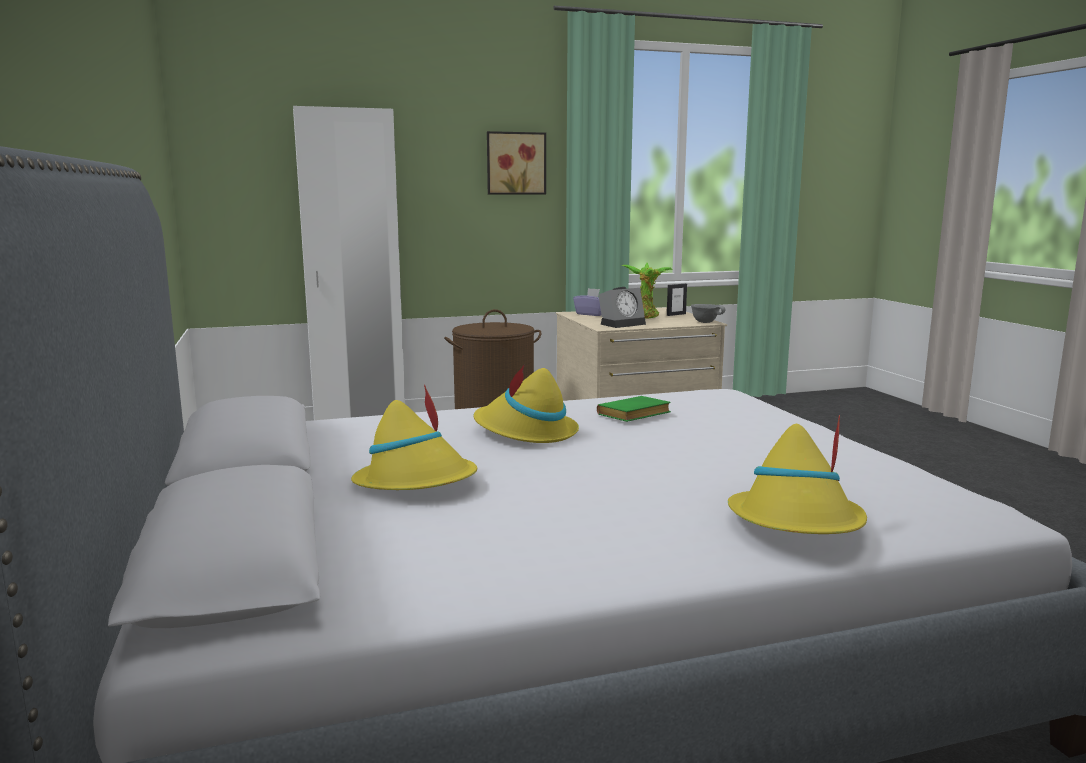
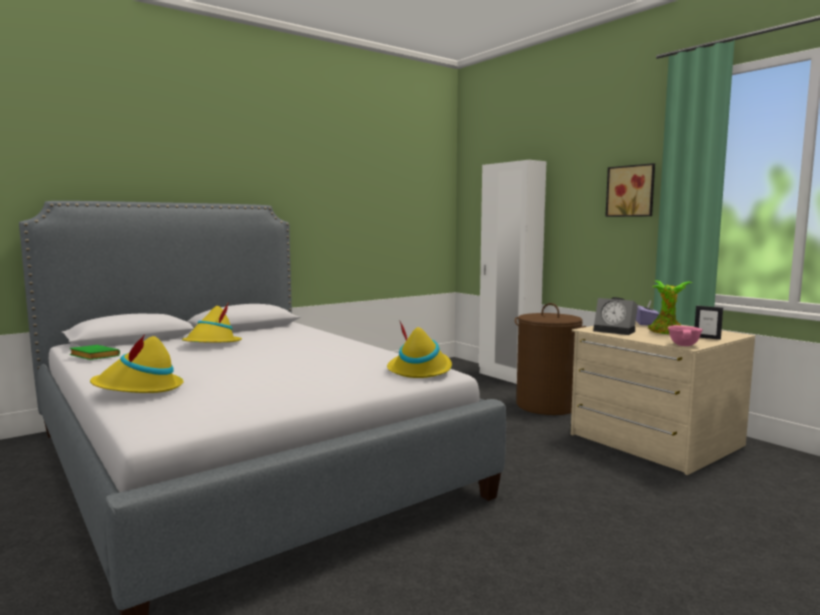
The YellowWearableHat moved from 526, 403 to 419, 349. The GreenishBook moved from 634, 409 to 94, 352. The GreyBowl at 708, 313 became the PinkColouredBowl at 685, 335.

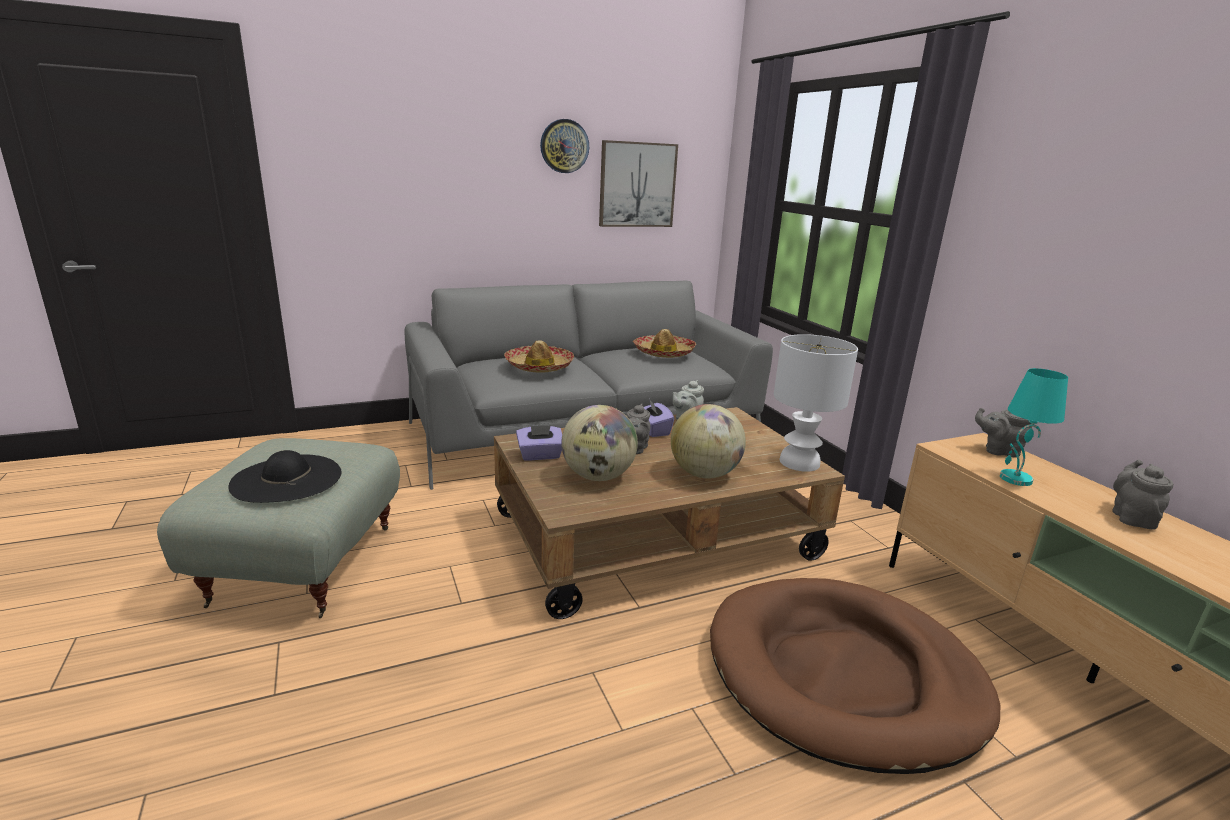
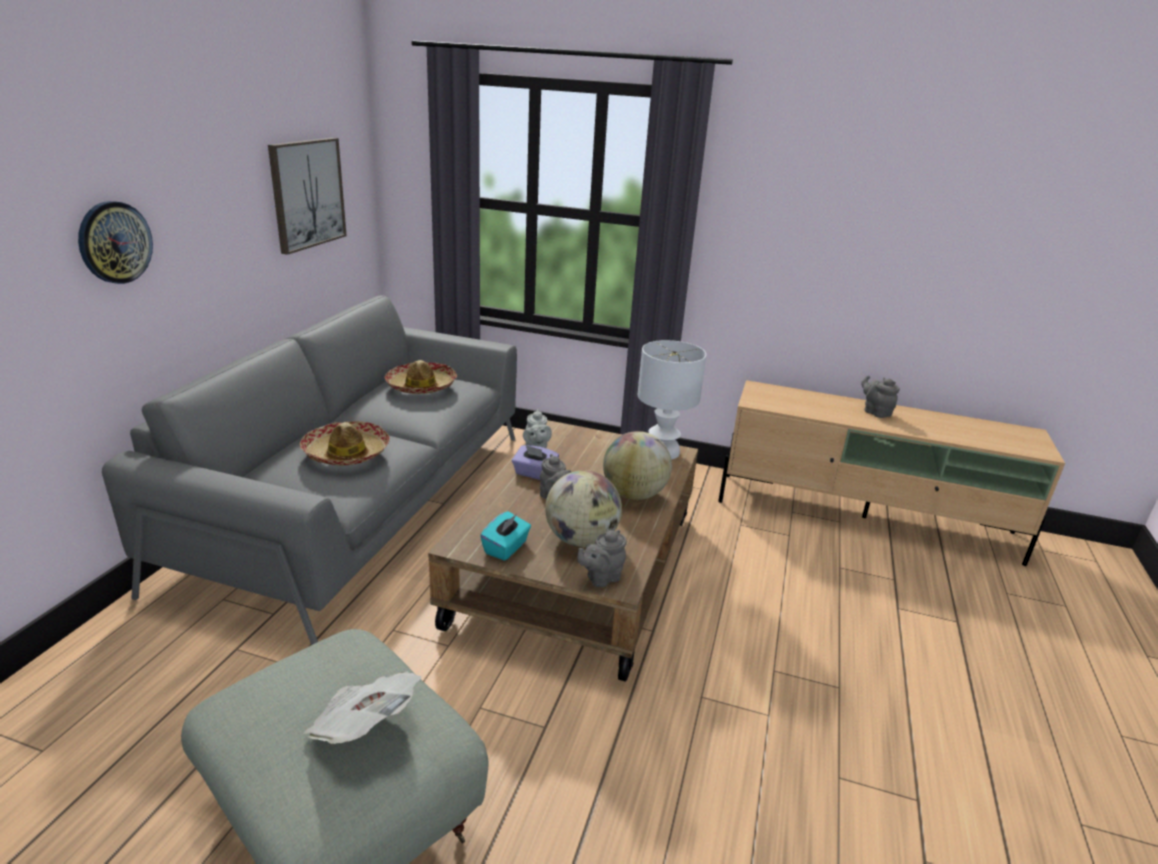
The BlackColouredWearableHat at 285, 476 was replaced by the Newspaper at 362, 707. The PurpleColouredTissueBox at 539, 443 became the BlueGreenTissueBox at 505, 536. The HangingClock moved from 564, 146 to 115, 242. The BrownColouredDogBed at 855, 676 disappeared. The GreyTeaPot moved from 1004, 433 to 602, 558. The BlueGreenLampForATable at 1034, 427 disappeared.

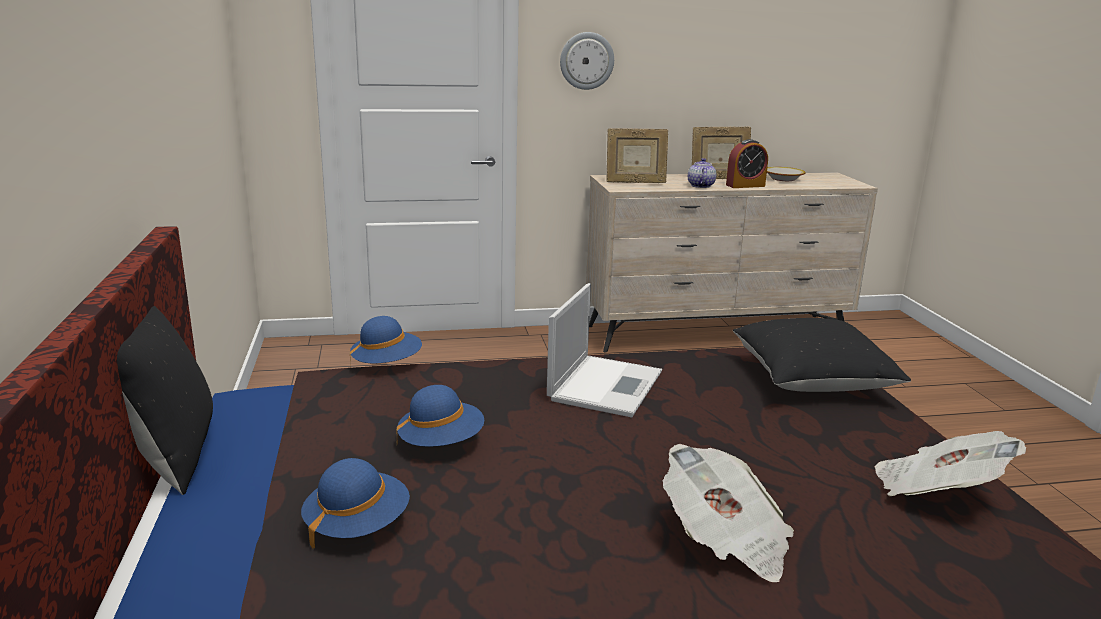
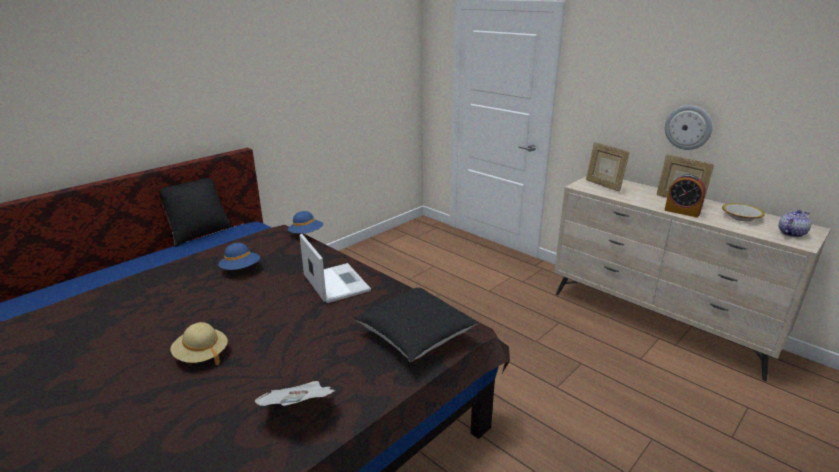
The BlueColouredWearableHat at 355, 504 disappeared. The PortableComputer at 604, 350 turned 105 degrees counterclockwise. The HangingClock moved from 587, 61 to 689, 127. The Newspaper at 728, 513 was replaced by the BeigeWearableHat at 199, 343. The TeaPot moved from 702, 173 to 794, 223.

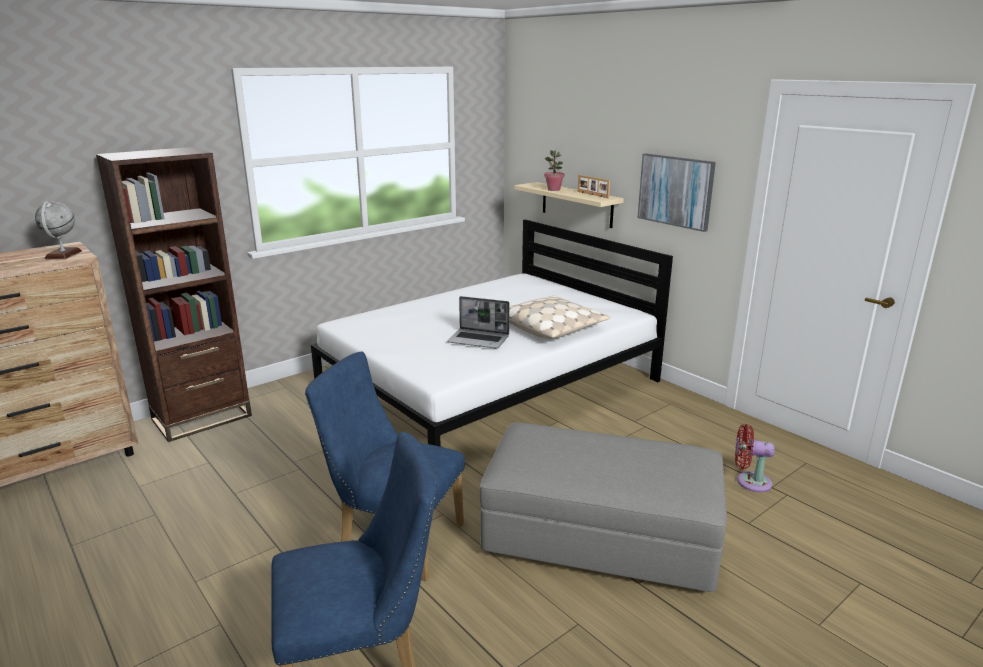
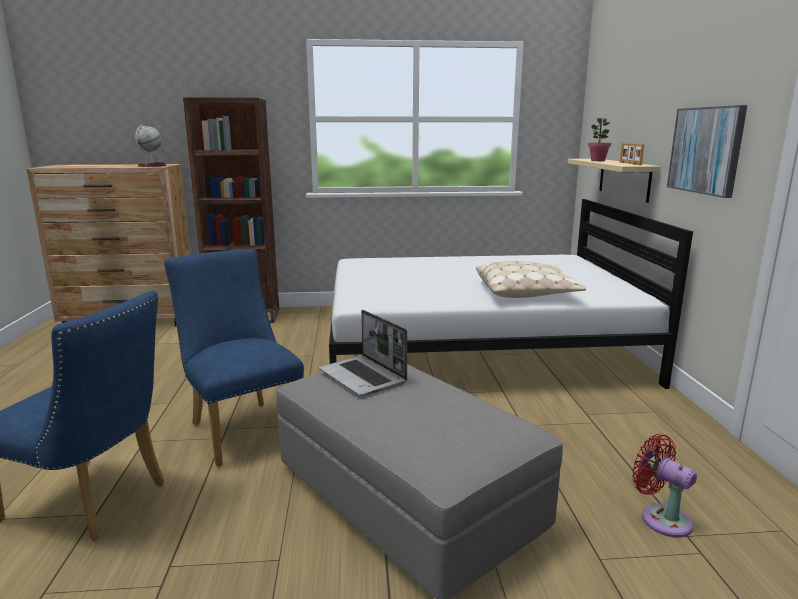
The PortableComputer moved from 478, 322 to 363, 353.

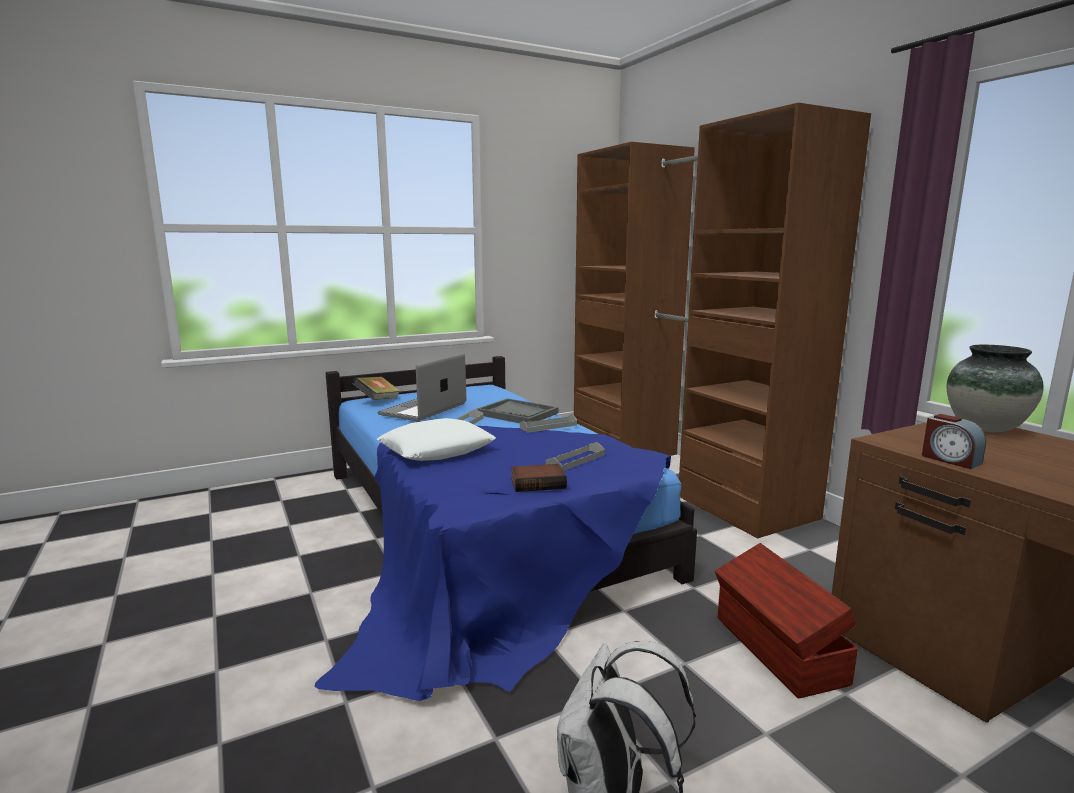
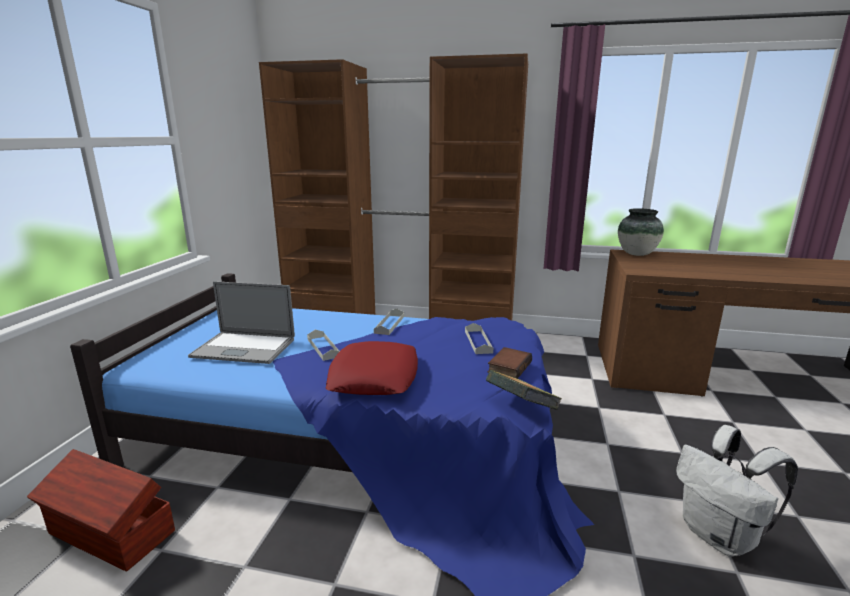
The Book moved from 376, 388 to 524, 390. The WhiteCushion at 436, 439 became the RedColouredCushion at 372, 368. The PortableComputer at 422, 387 turned 60 degrees counterclockwise. The GreyServingTray at 517, 410 disappeared. The BrownColouredStorageBox moved from 786, 621 to 101, 510. The TableClock at 954, 441 disappeared.

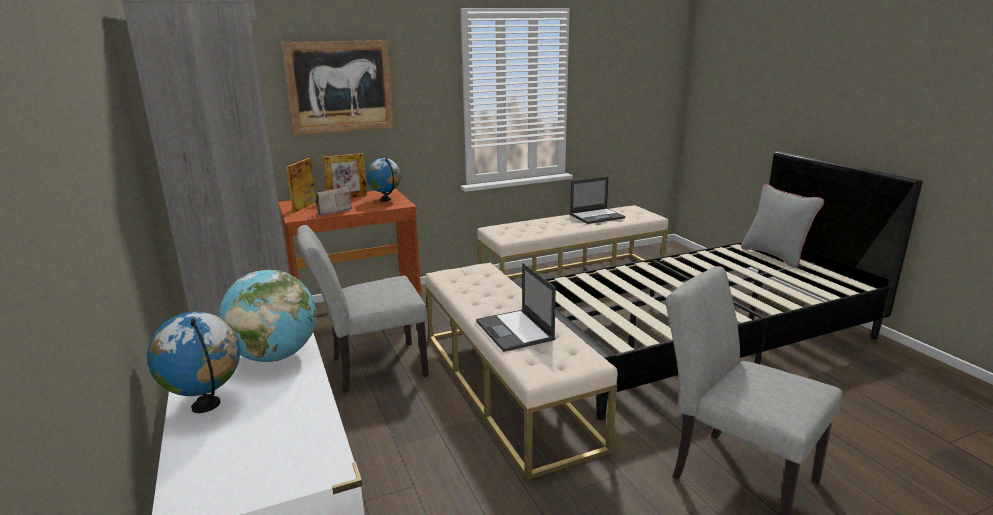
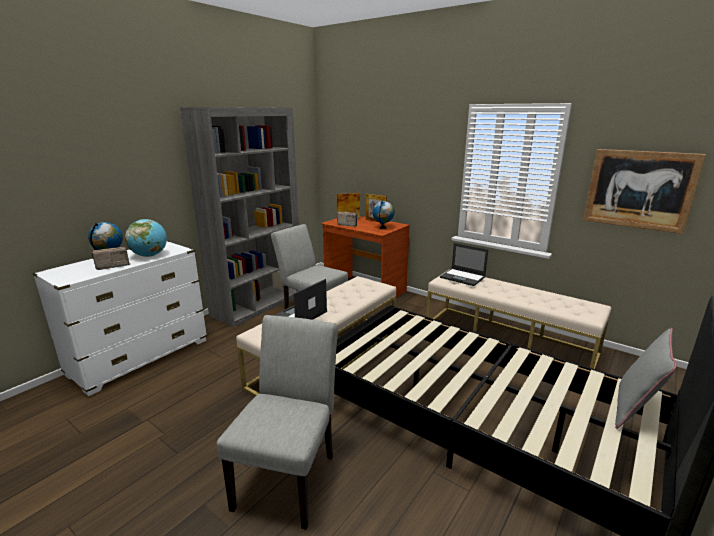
The WallArt moved from 338, 87 to 644, 191. The PortableComputer moved from 597, 200 to 464, 264. The Radio at 111, 258 appeared.

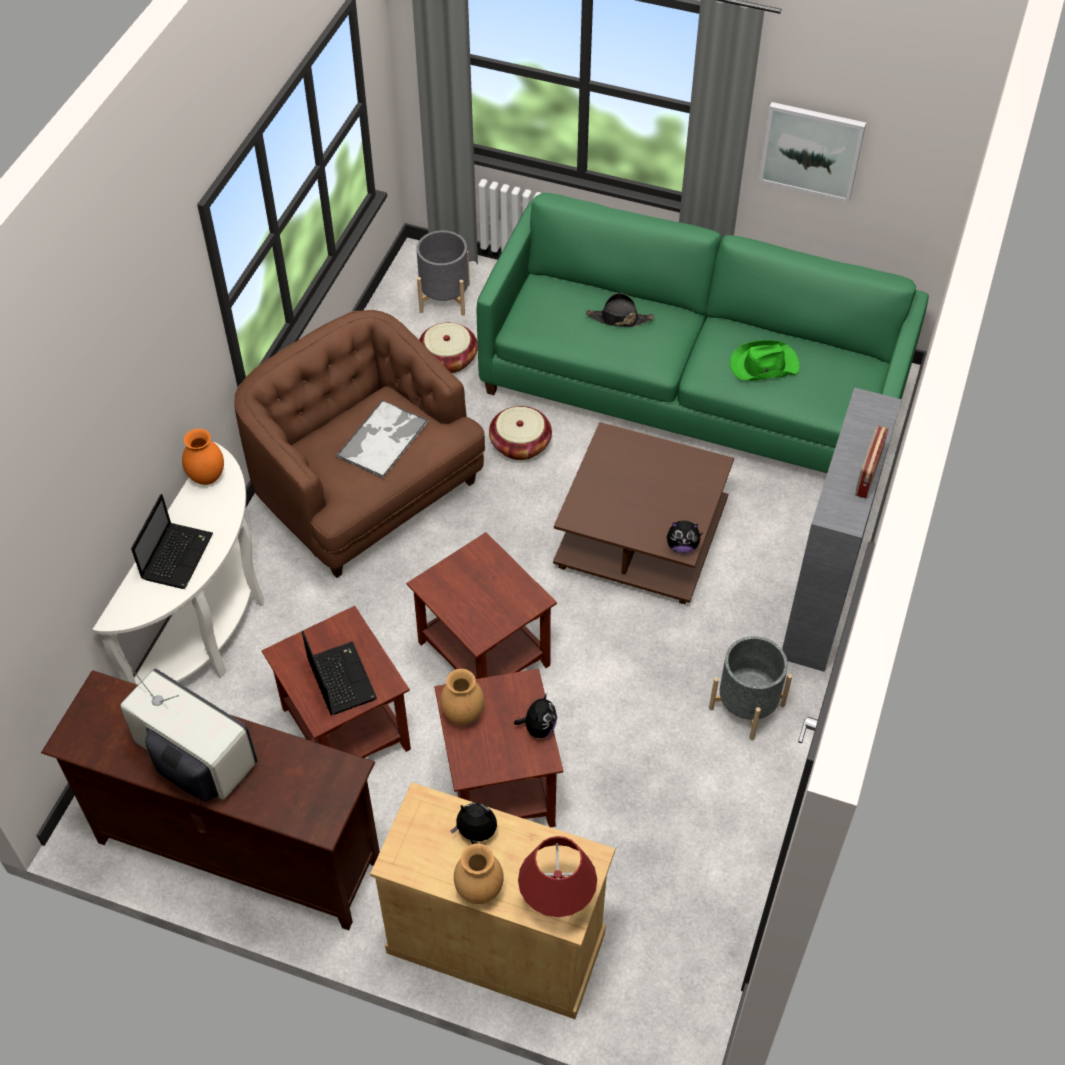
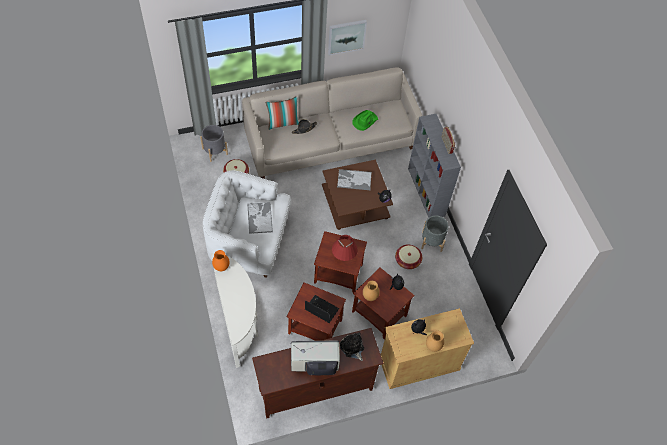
The PortableComputer at 172, 541 disappeared. The BrownColouredEasyChair at 359, 444 became the WhiteEasyChair at 247, 224. The GreenishSofa at 703, 333 became the BeigeSofa at 332, 123. The HouseholdBasket moved from 520, 433 to 408, 257. The RedColouredLampForATable moved from 557, 876 to 345, 248. The Cushion at 282, 113 appeared. The ServingTray at 354, 179 appeared. The SoftToy at 352, 347 appeared.

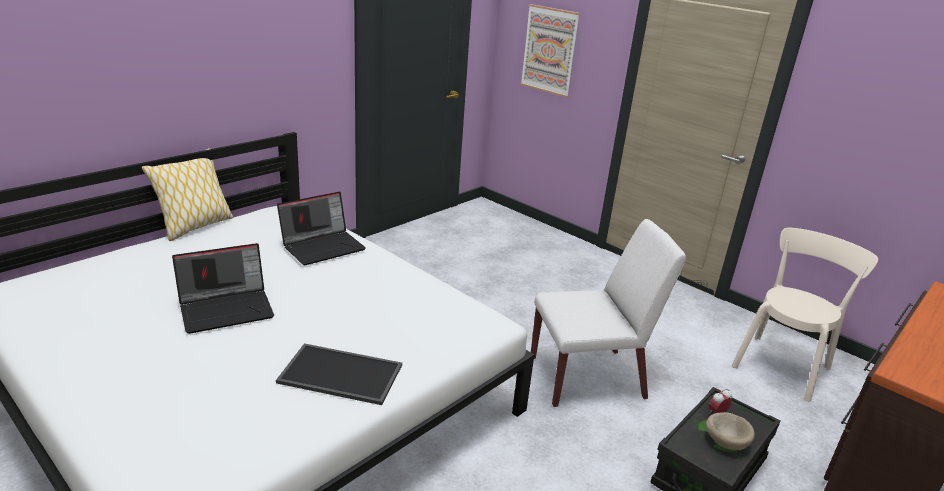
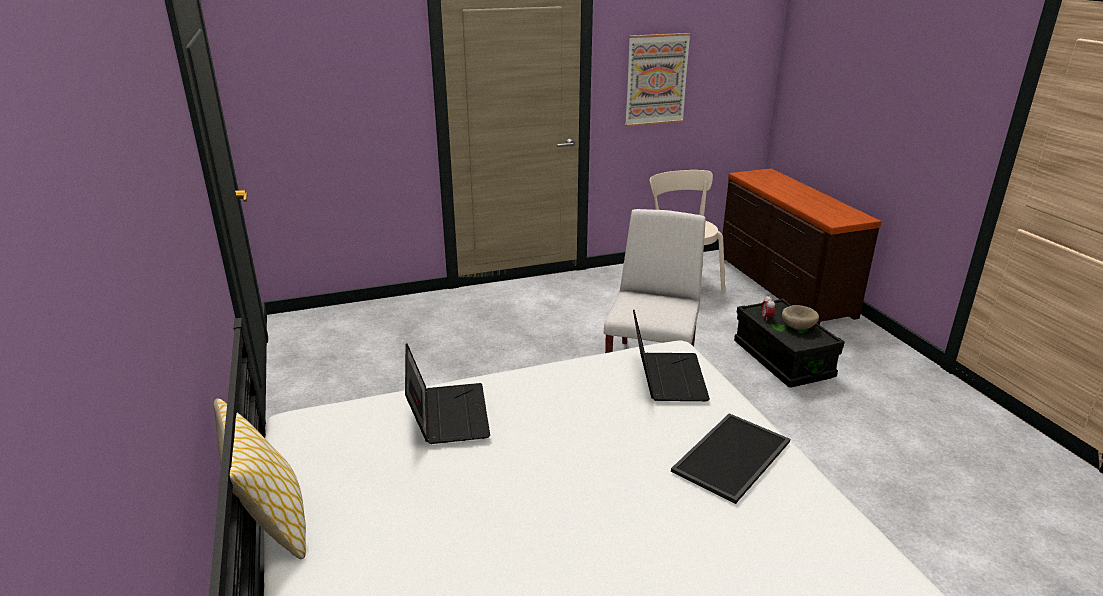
The PortableComputer moved from 223, 288 to 671, 355. The WallArt moved from 550, 50 to 658, 80.

